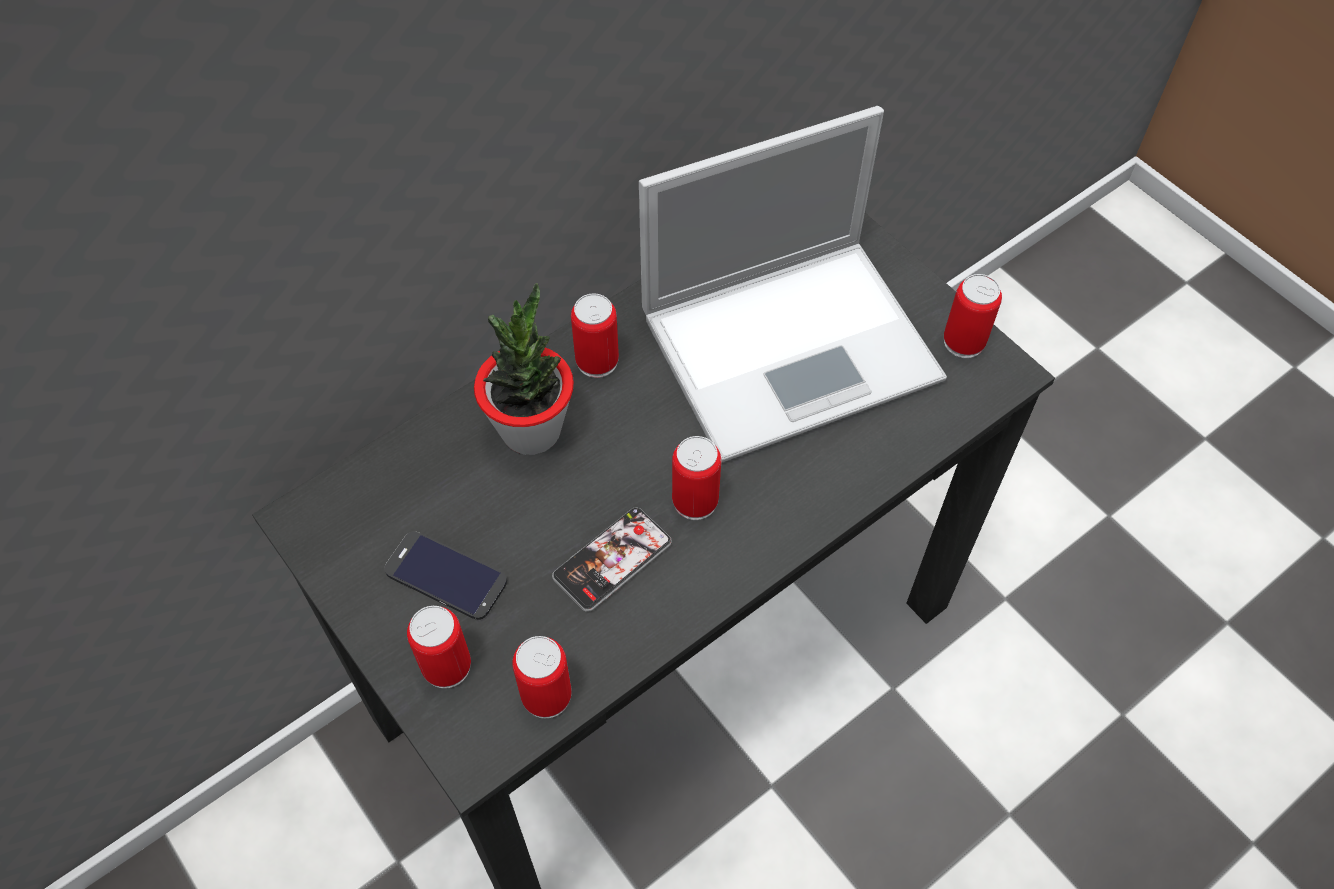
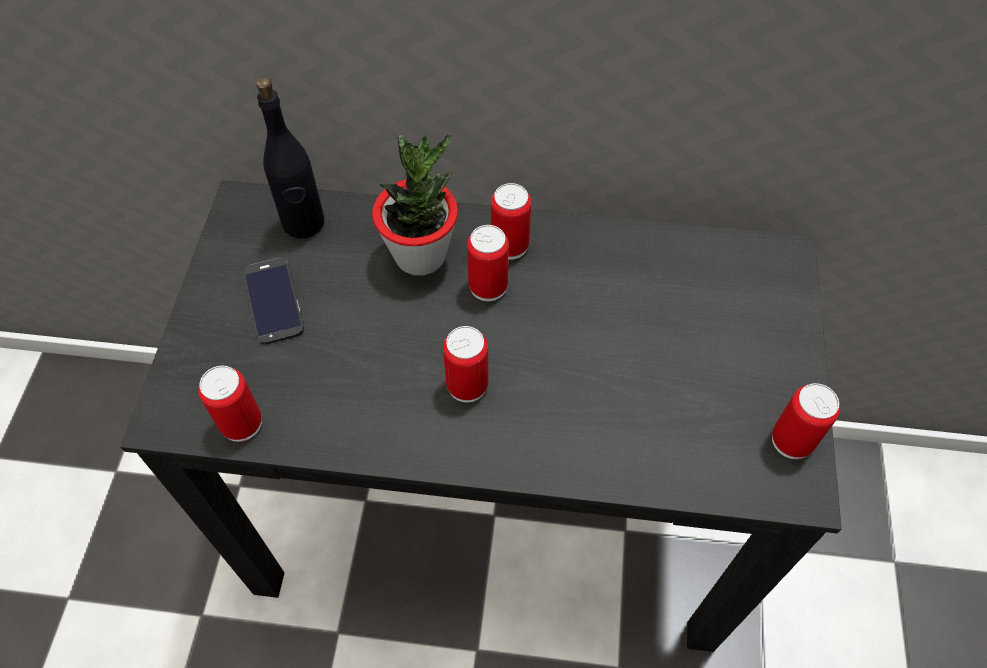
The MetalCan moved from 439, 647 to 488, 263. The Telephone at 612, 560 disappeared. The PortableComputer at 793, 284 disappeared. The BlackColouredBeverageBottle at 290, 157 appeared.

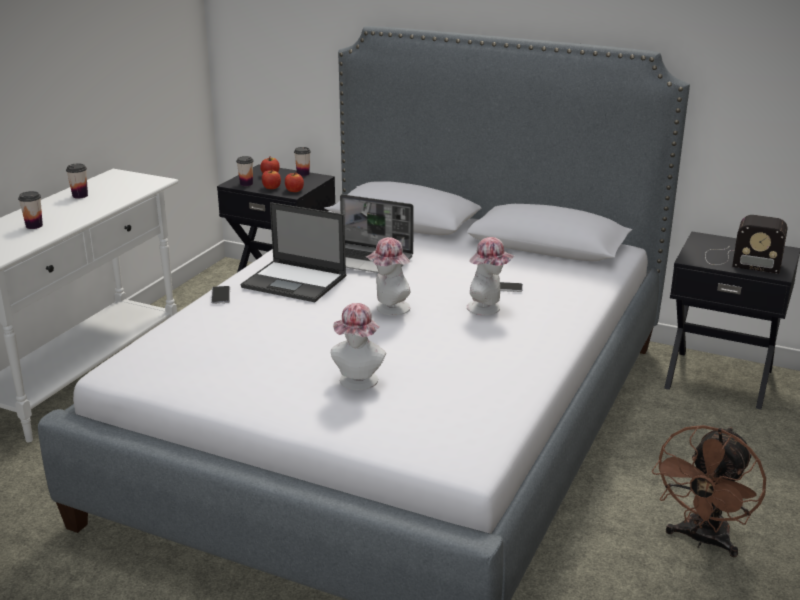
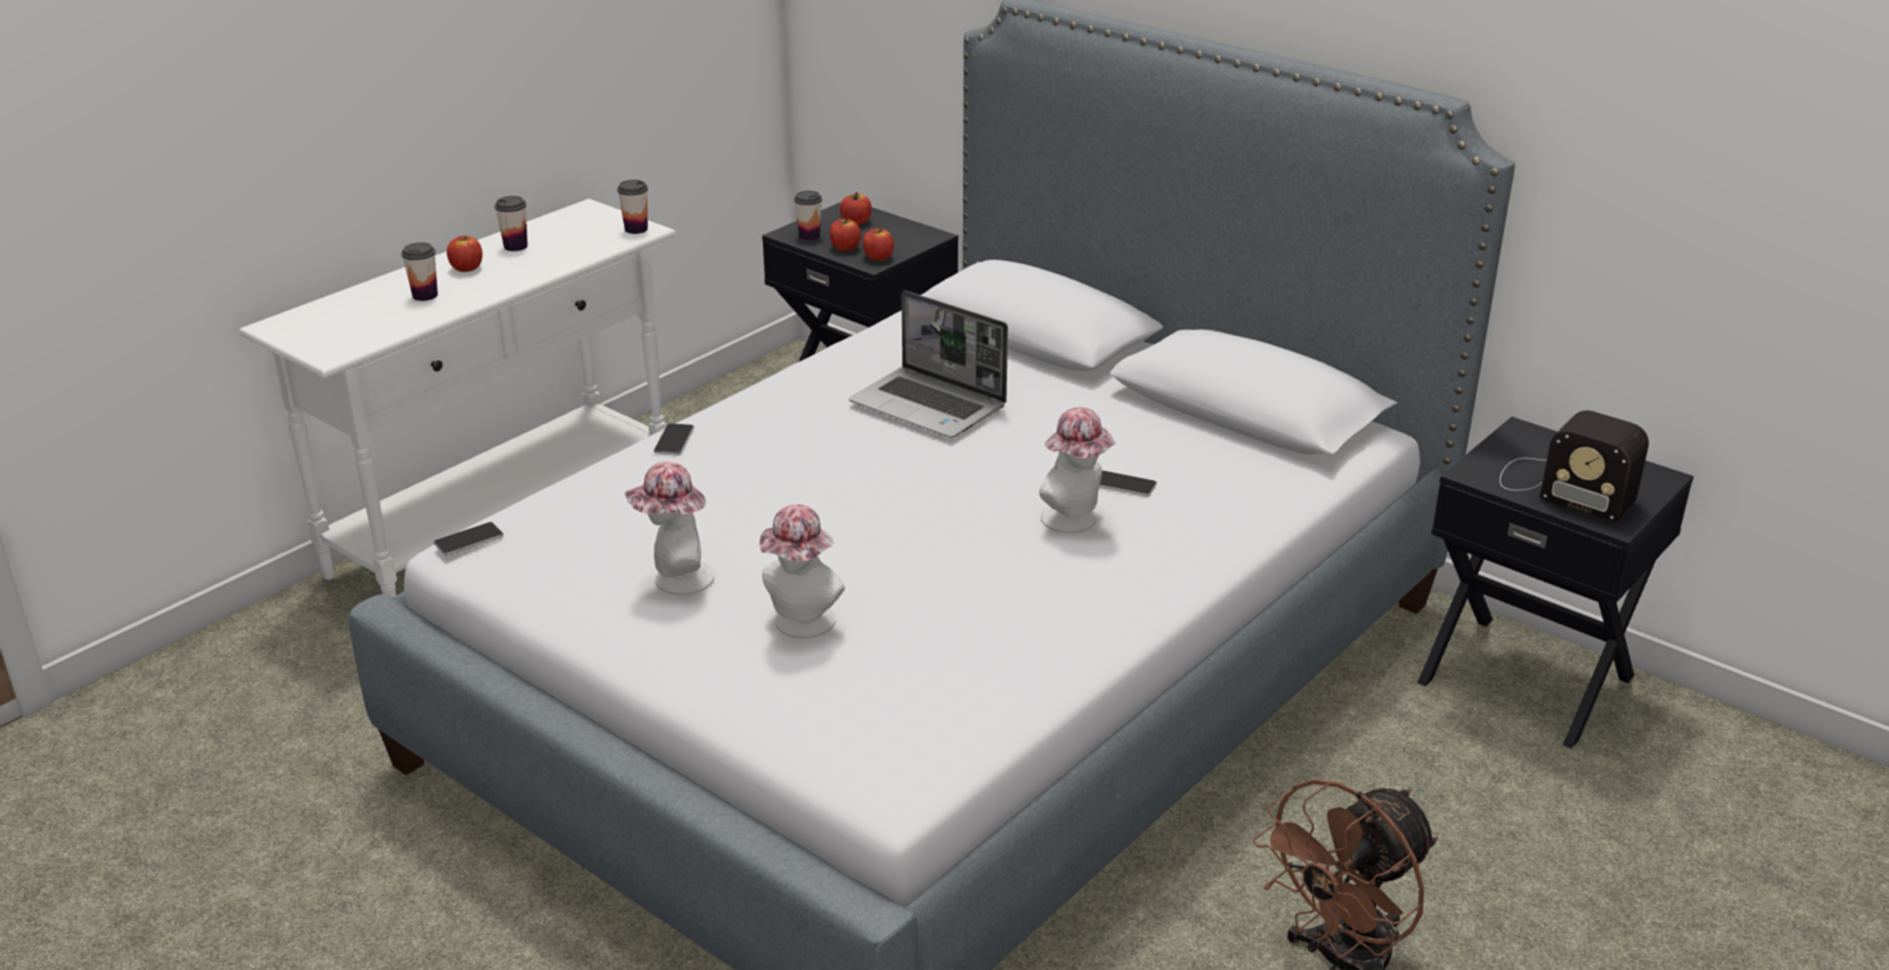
The PortableComputer at 293, 252 disappeared. The DrinkingCup moved from 302, 161 to 632, 207. The WearableHat moved from 388, 276 to 669, 528. The Telephone at 468, 539 appeared. The Apple at 465, 254 appeared.

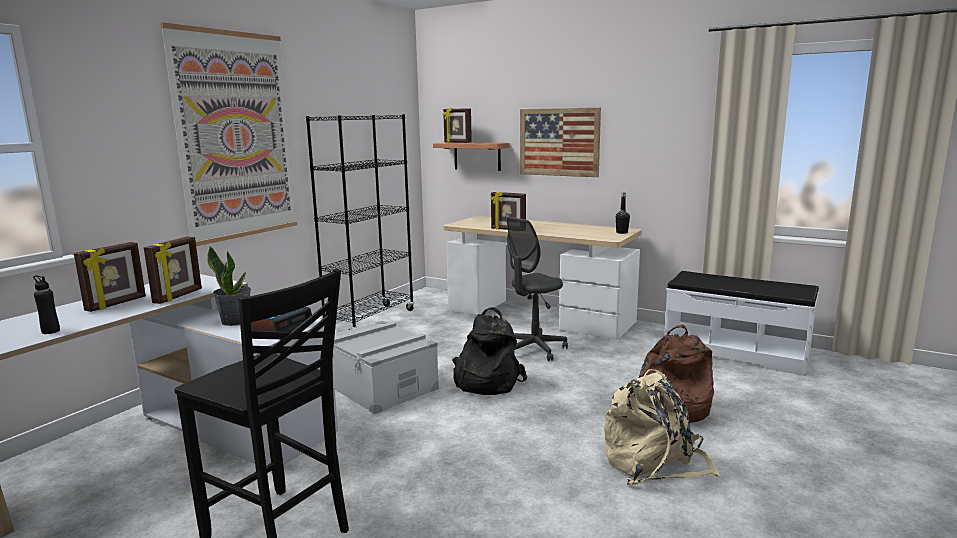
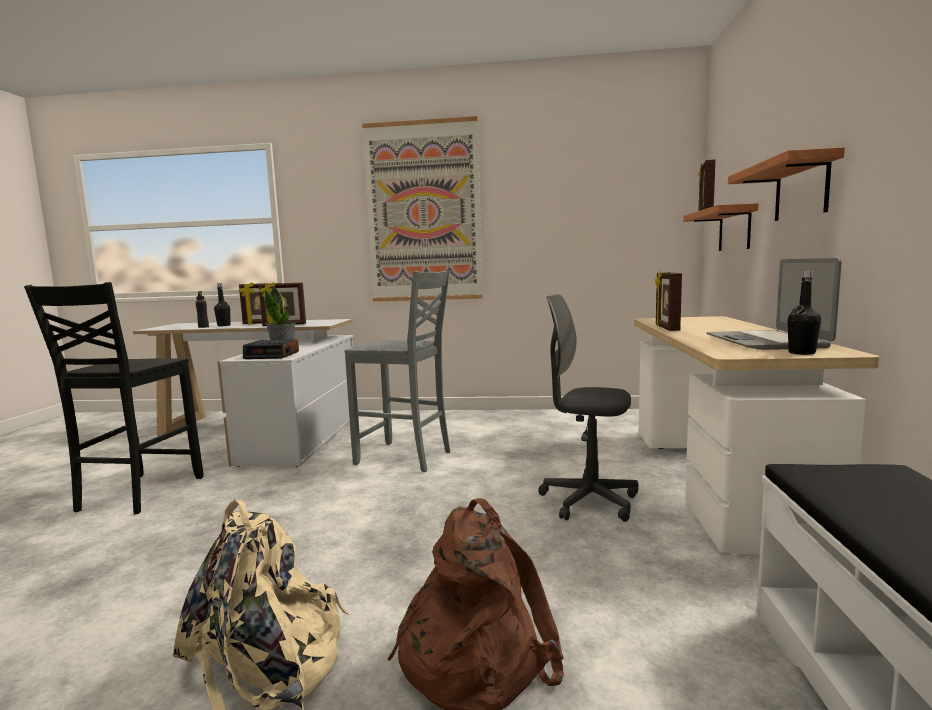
The BlackColouredBookshelf at 360, 222 disappeared. The GreyStorageBox at 385, 367 was replaced by the GreyPlainChair at 397, 371. The BlackColouredKnapsack at 489, 351 disappeared. The WallArt at 560, 142 was replaced by the BracketShelf at 786, 184. The BlackColouredBeverageBottle at 222, 304 appeared. The PortableComputer at 774, 304 appeared.

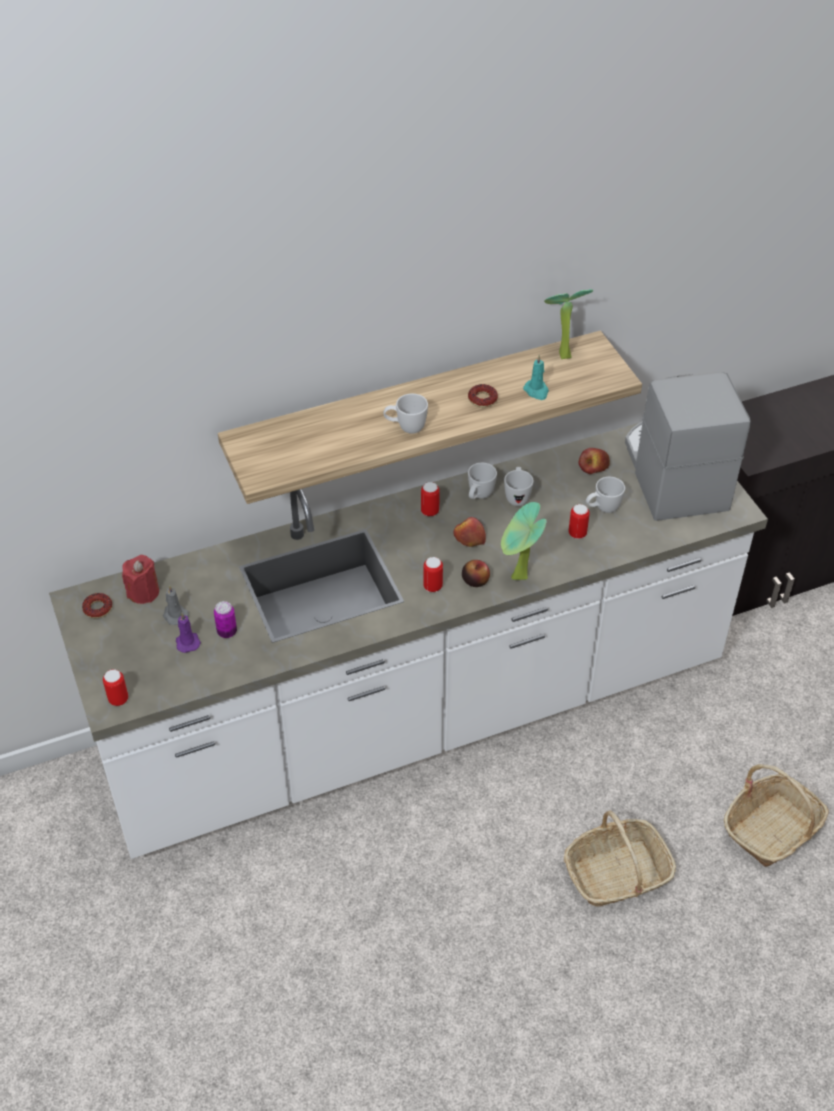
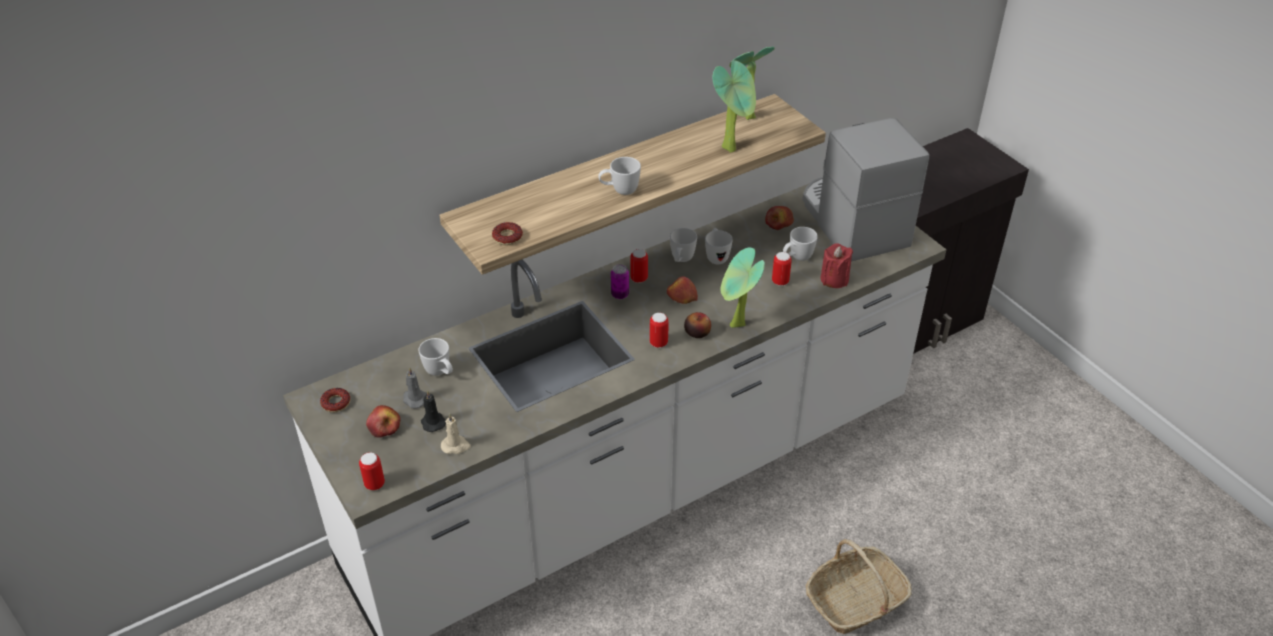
The RedColouredWaxLight moved from 140, 579 to 836, 265. The PurpleColouredWaxLight at 188, 633 became the BlackColouredWaxLight at 433, 411. The MetalCan moved from 225, 619 to 620, 281. The Doughnut moved from 483, 396 to 507, 233. The BlueGreenWaxLight at 536, 377 was replaced by the PottedPlant at 734, 106. The HouseholdBasket at 776, 815 disappeared. The Apple at 383, 421 appeared. The WhiteTeaMug at 435, 357 appeared. The BeigeWaxLight at 456, 434 appeared.

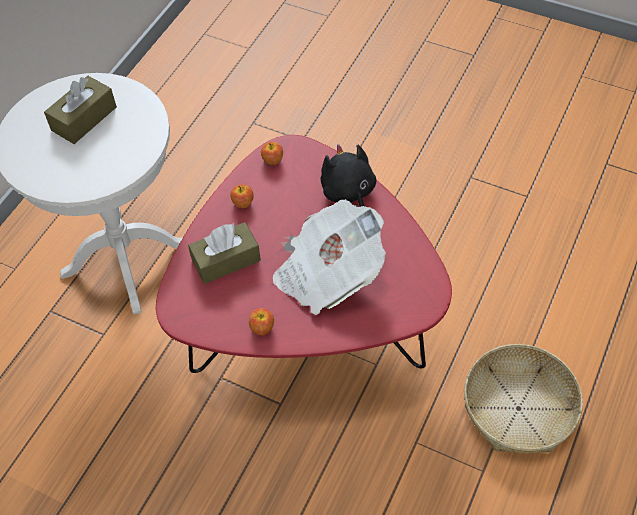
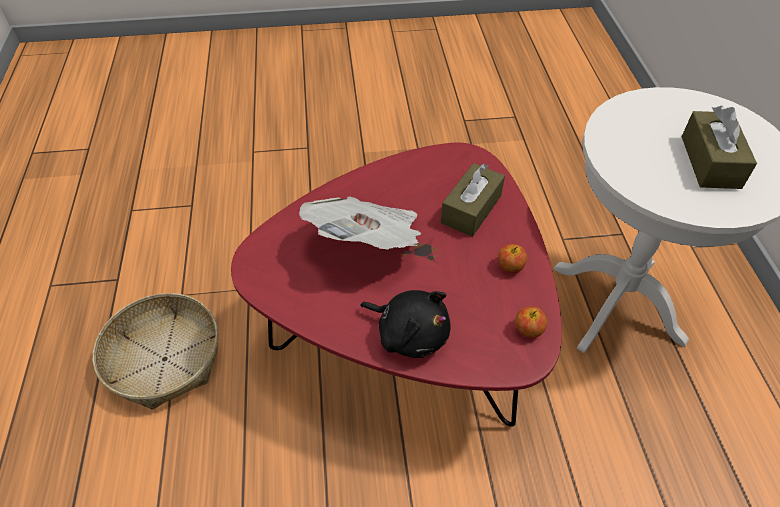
The Apple at 261, 321 disappeared.

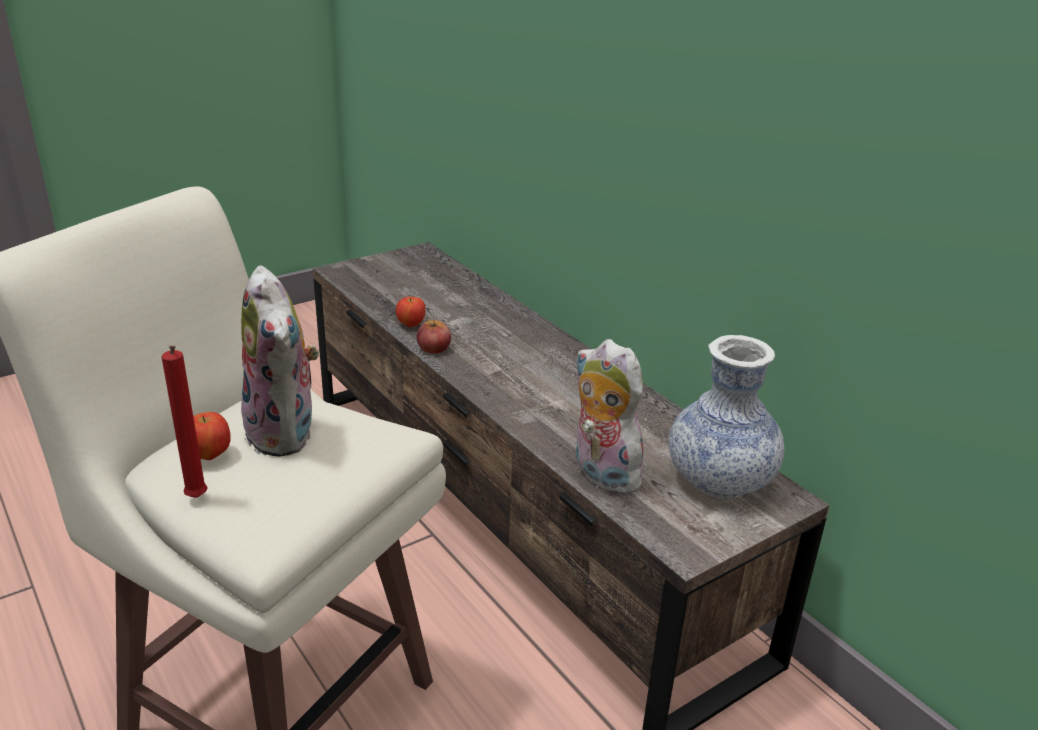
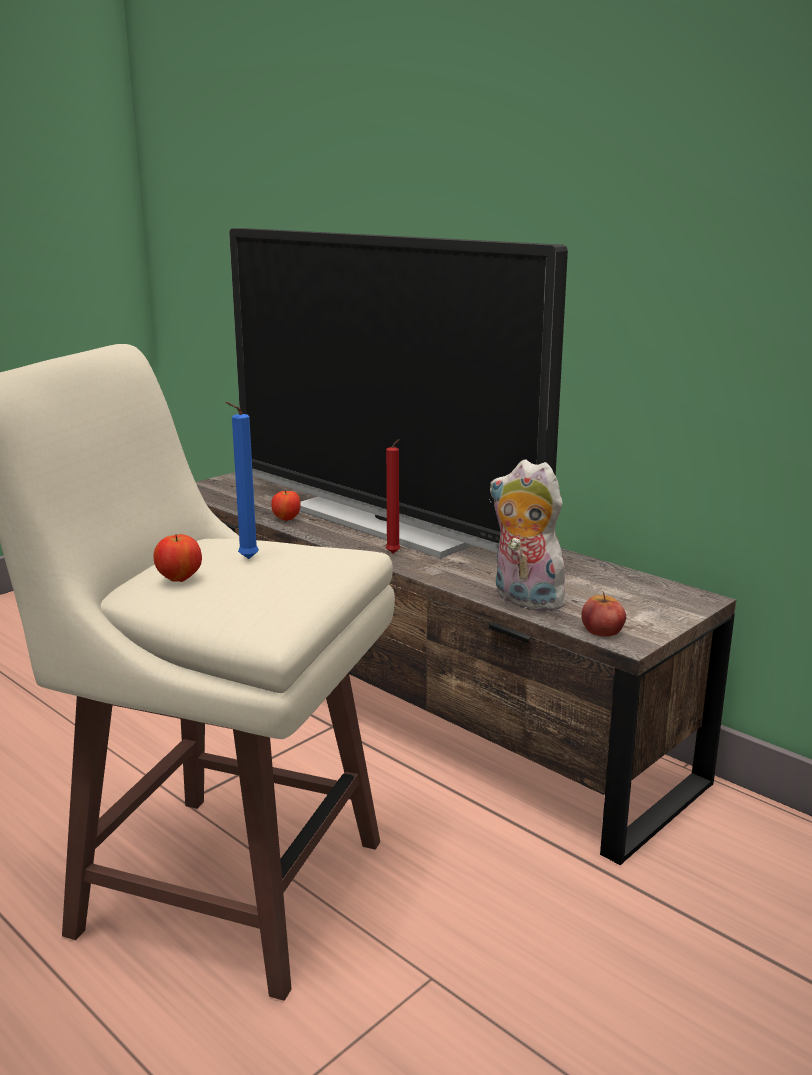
The RedColouredWaxLight moved from 184, 422 to 393, 496. The SoftToy at 280, 361 was replaced by the BlueColouredWaxLight at 242, 480. The Apple moved from 434, 336 to 603, 614. The DecorativeVase at 726, 417 disappeared. The Television at 398, 393 appeared.

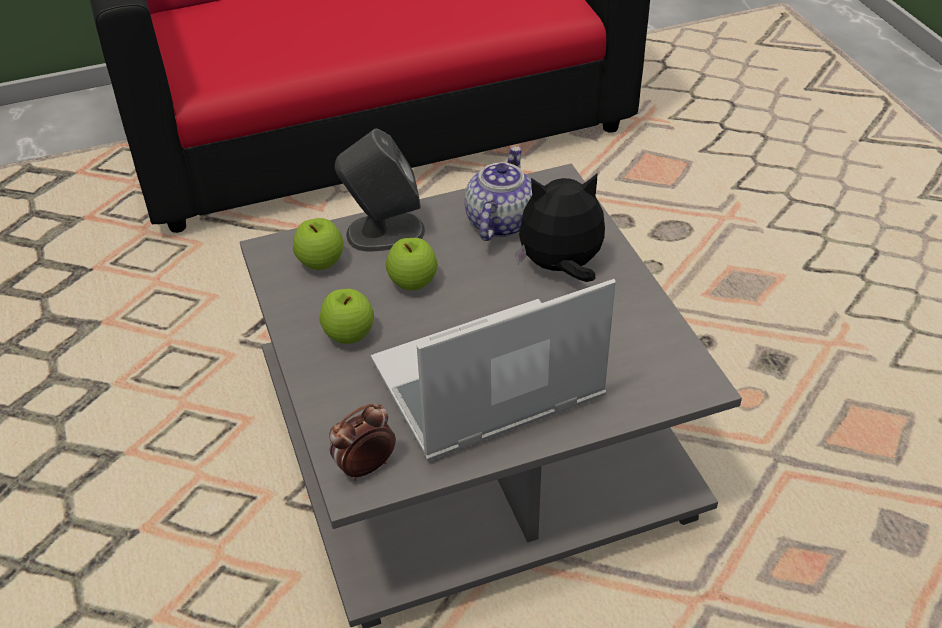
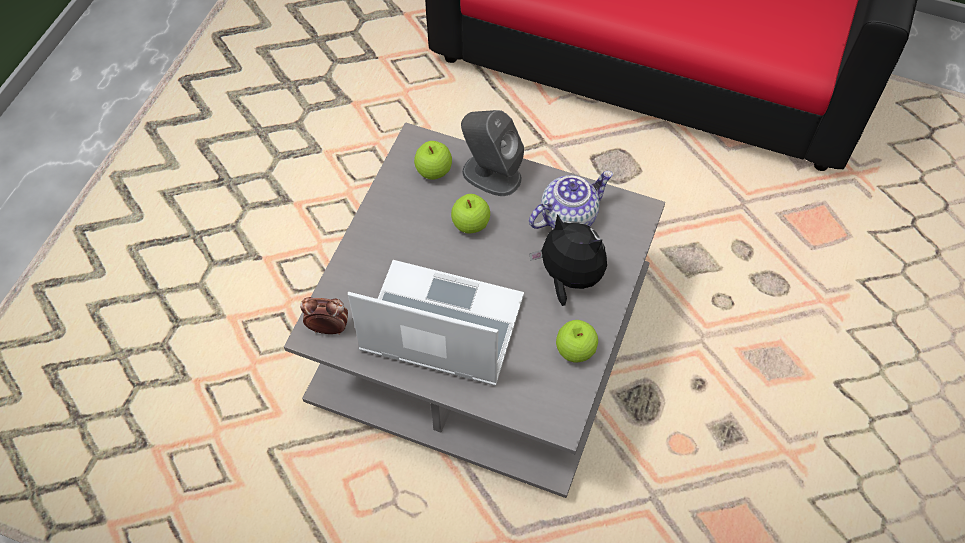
The Apple moved from 346, 316 to 577, 341.

